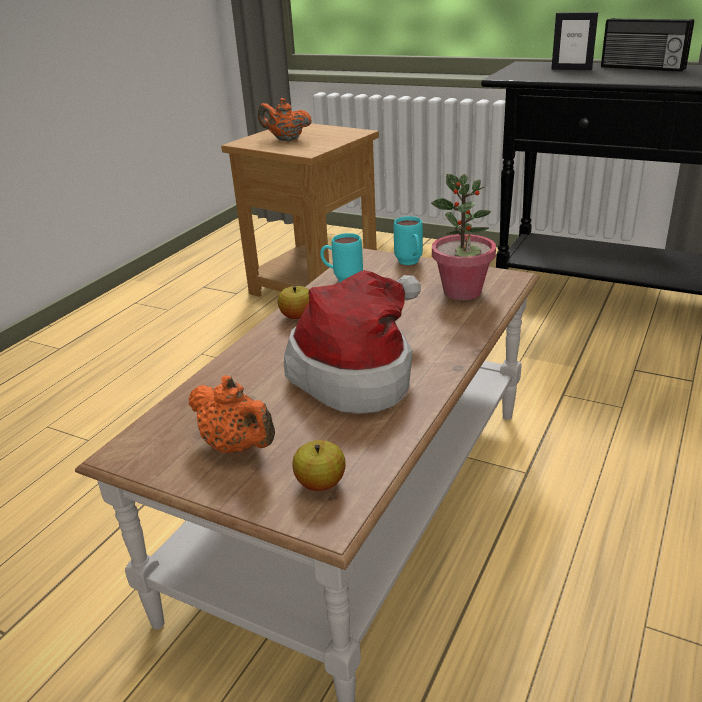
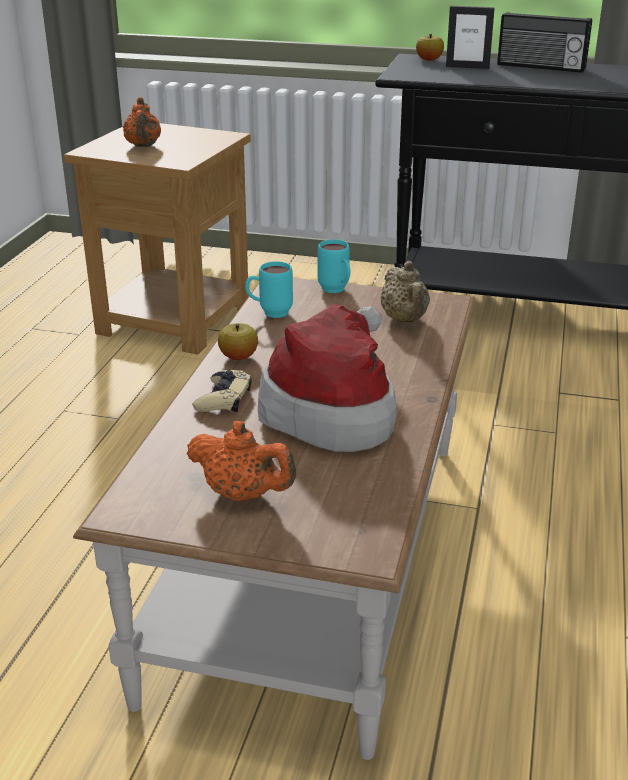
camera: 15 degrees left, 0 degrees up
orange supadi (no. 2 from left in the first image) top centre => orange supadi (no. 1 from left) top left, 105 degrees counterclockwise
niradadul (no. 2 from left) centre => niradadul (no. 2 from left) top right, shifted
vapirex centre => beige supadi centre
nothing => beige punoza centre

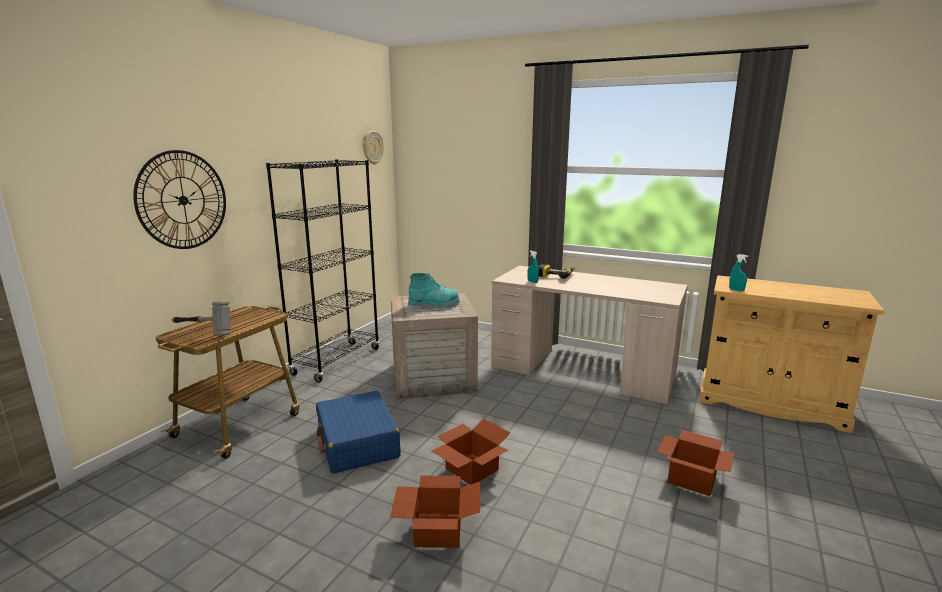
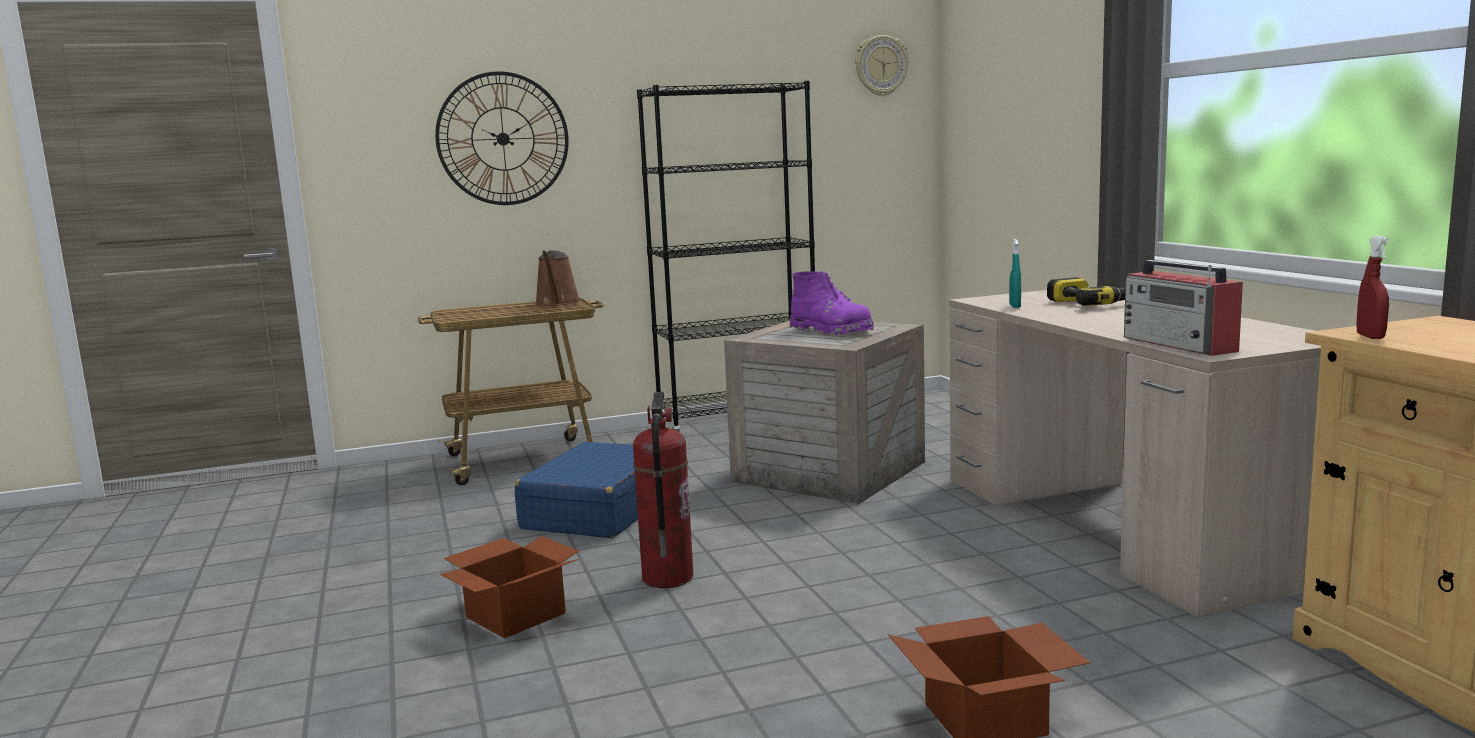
camera: 45 degrees right, 5 degrees down
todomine middle left => nothing
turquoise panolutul centre => purple panolutul centre
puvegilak (no. 2 from left) bottom centre => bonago centre
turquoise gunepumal (no. 2 from left) middle right => red gunepumal middle right
nothing => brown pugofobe centre
nothing => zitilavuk middle right

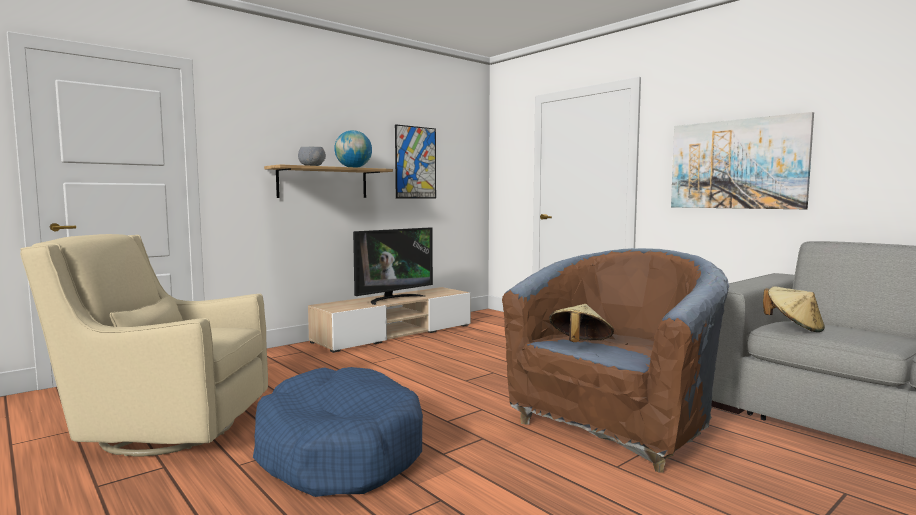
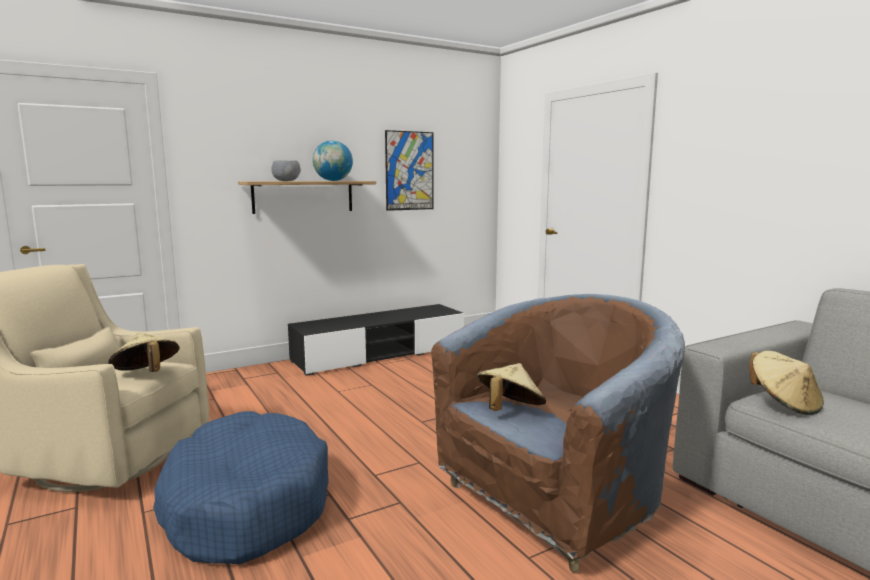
camera: 10 degrees right, 5 degrees up
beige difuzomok centre => black difuzomok centre
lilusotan centre => nothing
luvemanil (no. 2 from left) top right => nothing
nothing => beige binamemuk (no. 1 from left) middle left

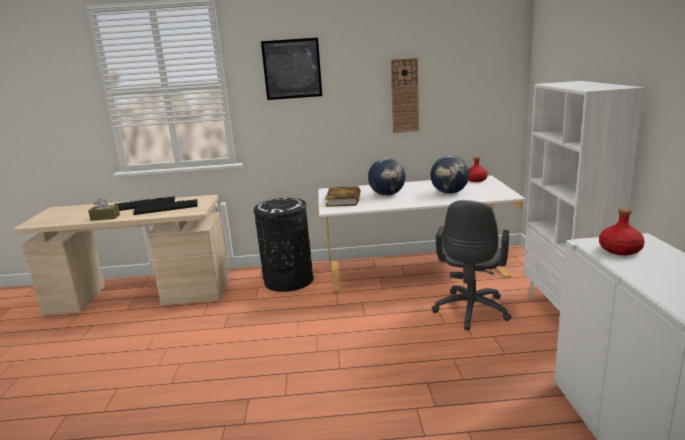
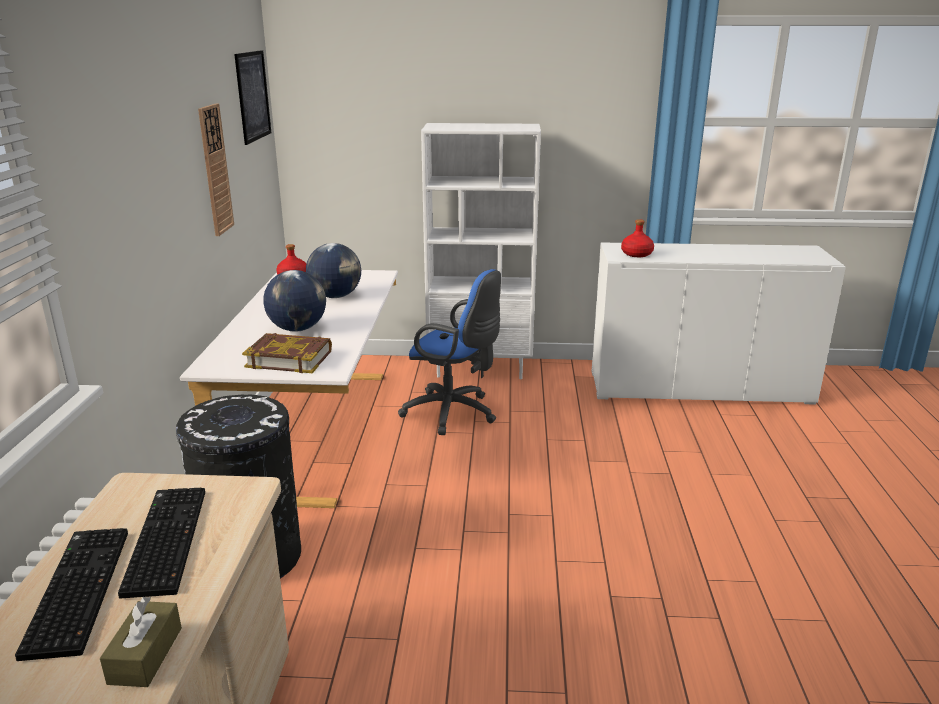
camera: 85 degrees left, 5 degrees up
luvemanil top centre => luvemanil top left, shifted
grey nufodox middle right => blue nufodox centre

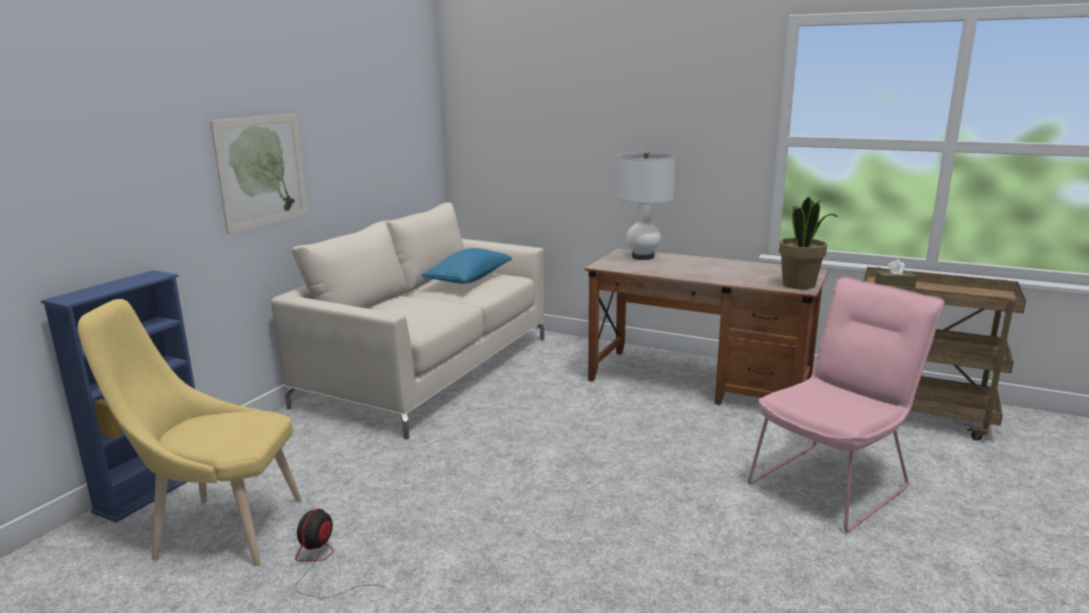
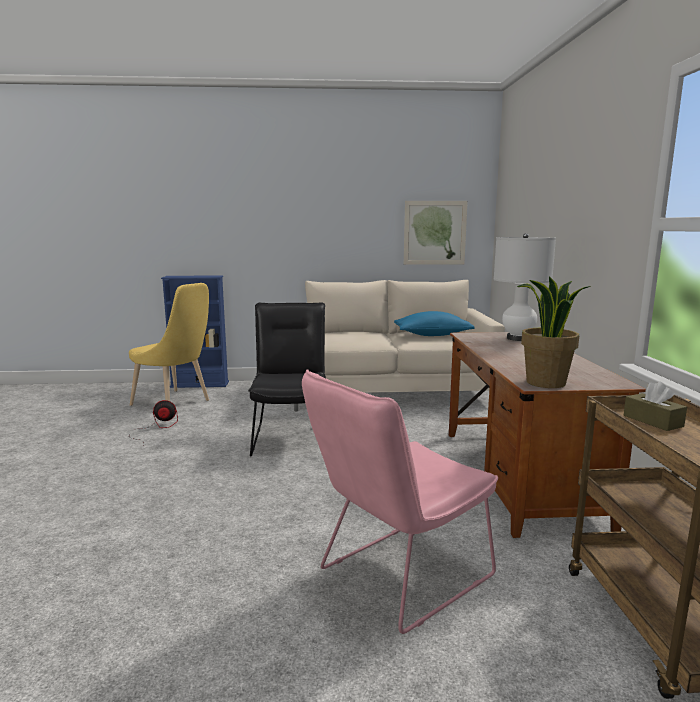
camera: 60 degrees right, 5 degrees down
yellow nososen bottom left => yellow nososen middle left, 150 degrees clockwise
luvemanil top left => luvemanil top centre, shifted
pink nososen middle right => pink nososen bottom centre, 120 degrees clockwise
nothing => black nososen centre

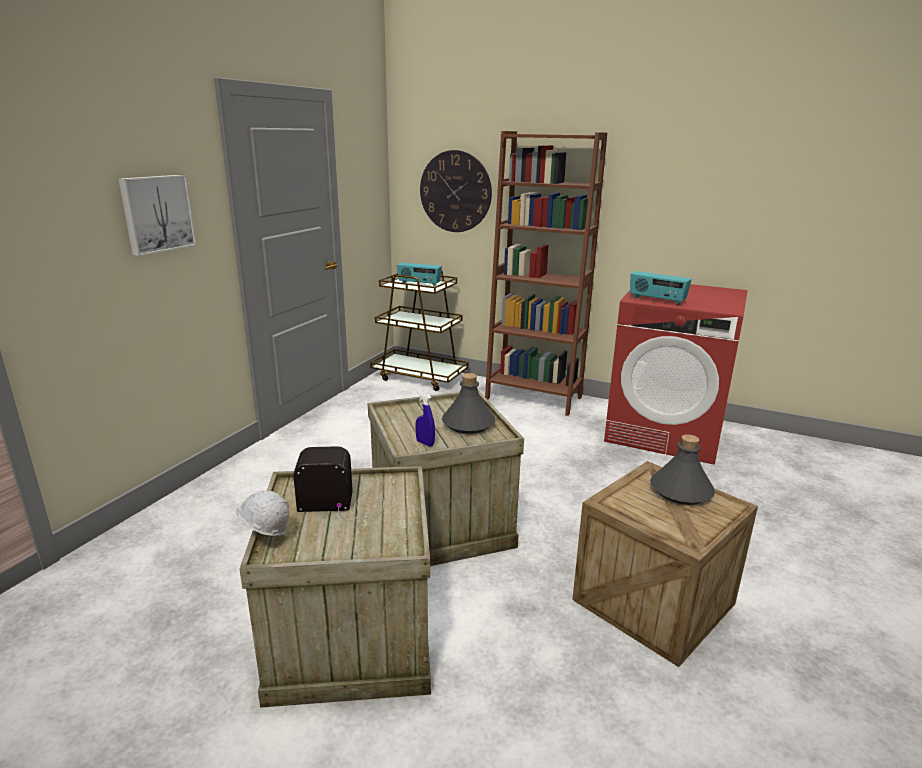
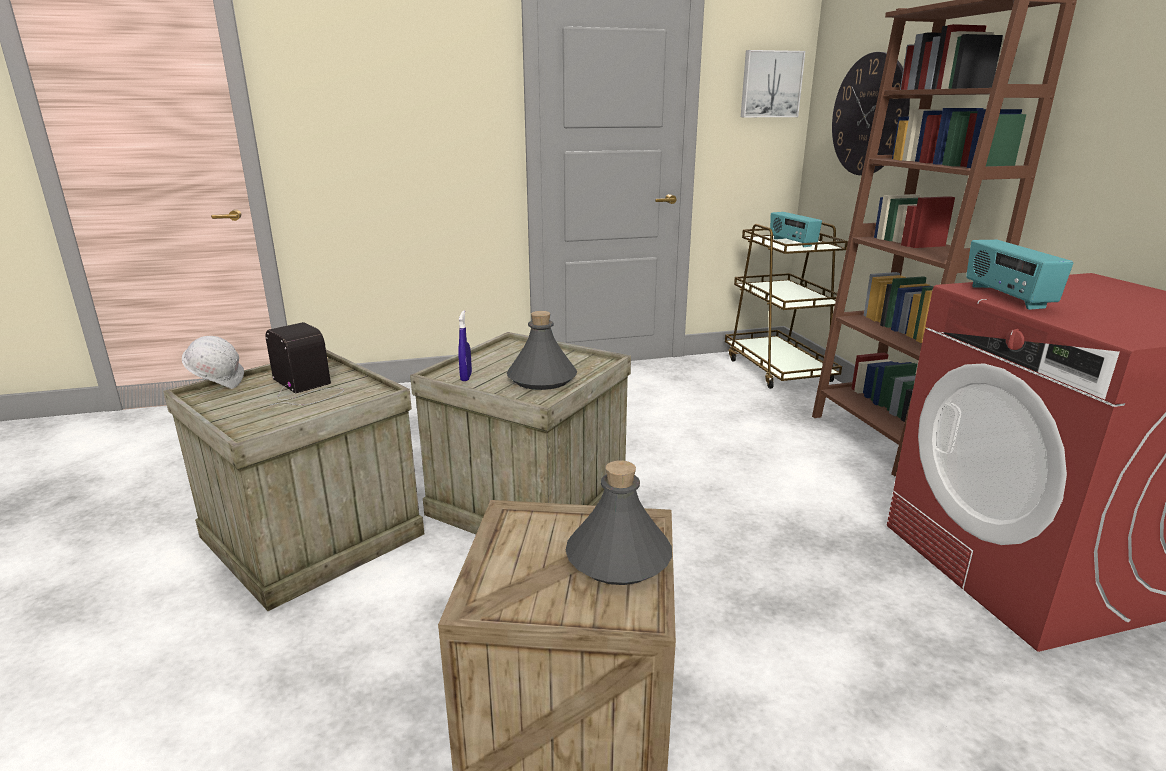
camera: 50 degrees right, 0 degrees up
luvemanil top left => luvemanil top centre, shifted

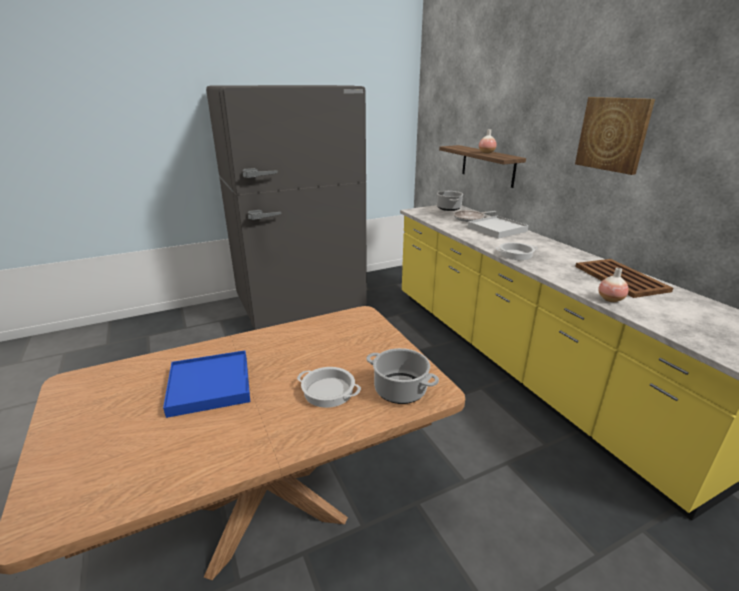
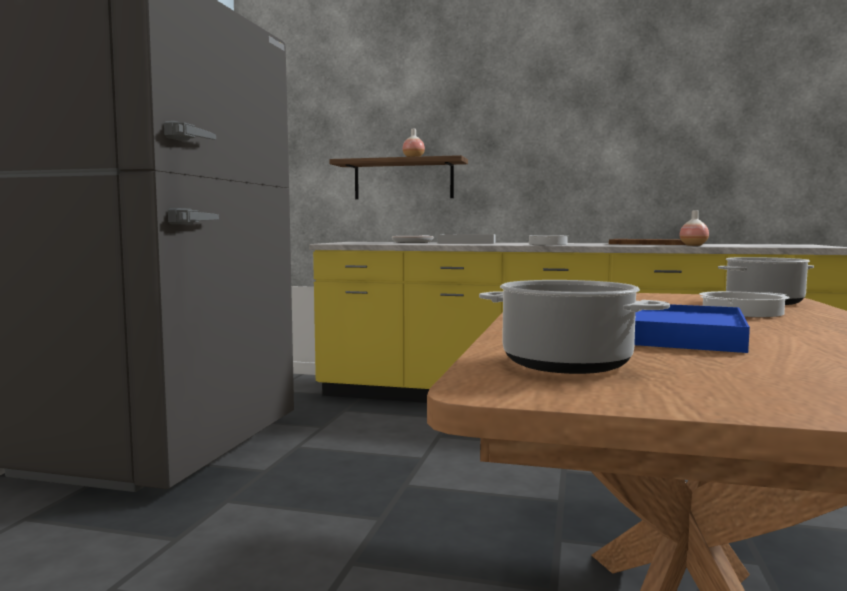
camera: 50 degrees left, 20 degrees down
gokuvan (no. 3 from left in the first image) centre => gokuvan (no. 2 from left) middle right, shifted
luvemanil top right => nothing

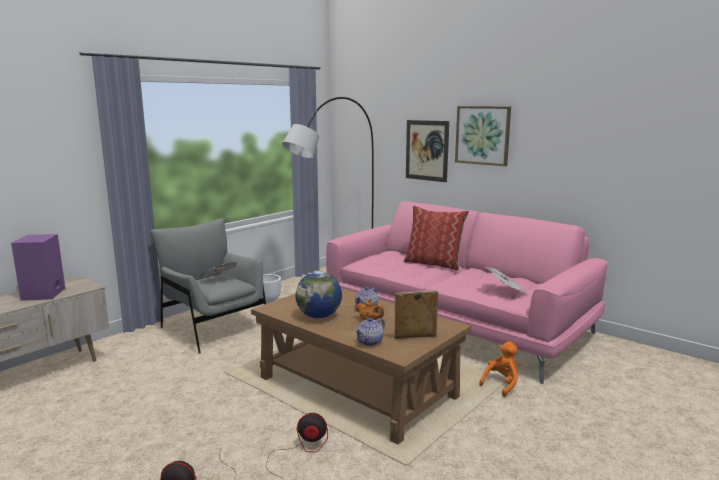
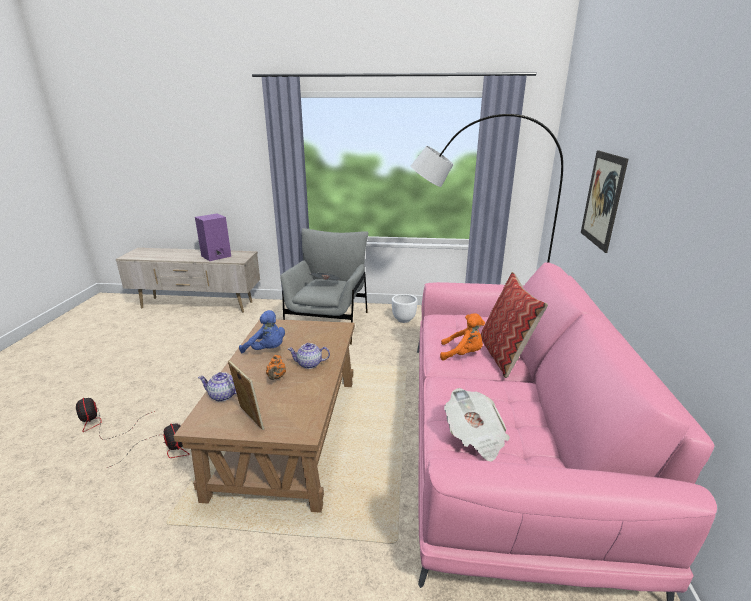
camera: 55 degrees right, 10 degrees up
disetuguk centre => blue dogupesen centre
luvemanil (no. 2 from left) top right => nothing
orange dogupesen bottom right => orange dogupesen centre, shifted

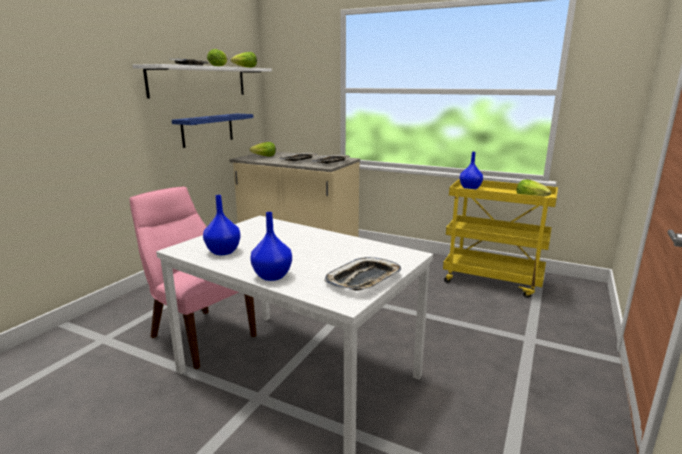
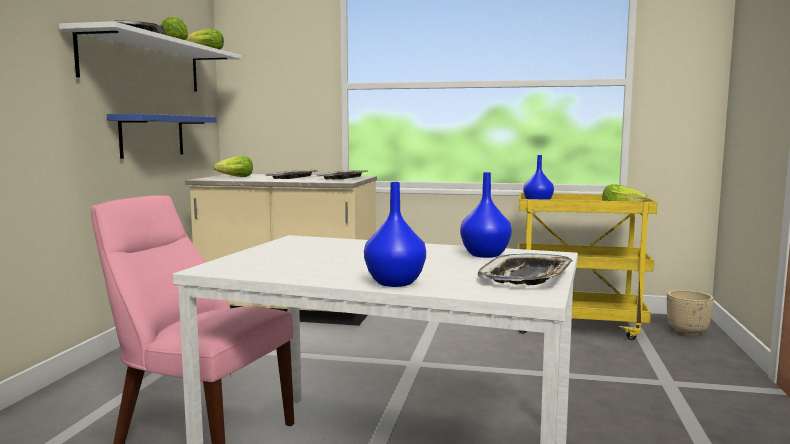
camera: 15 degrees left, 10 degrees down
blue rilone (no. 1 from left in the first image) middle left => blue rilone (no. 2 from left) centre, shifted
nothing => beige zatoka bottom right

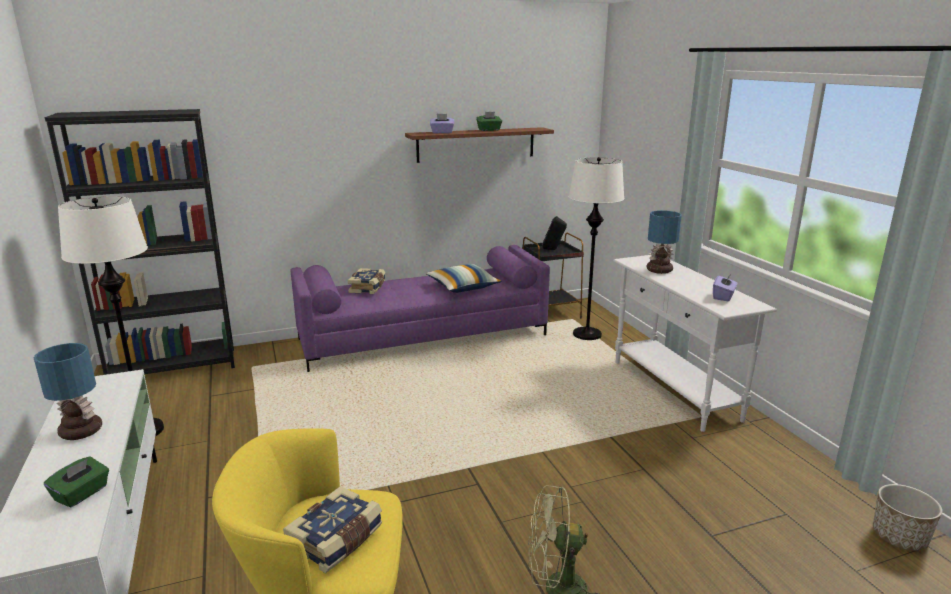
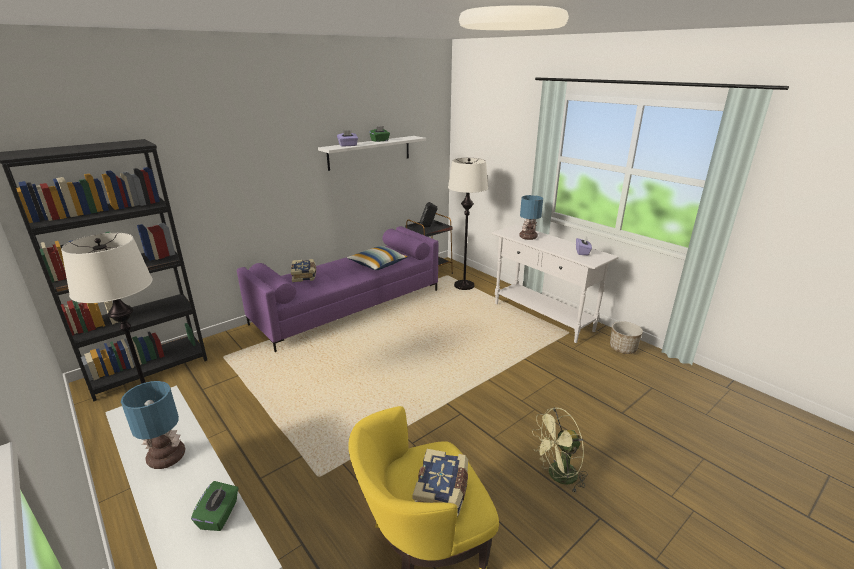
camera: 20 degrees left, 5 degrees up
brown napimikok top centre => white napimikok top centre
zatoka bottom right => zatoka middle right, shifted

